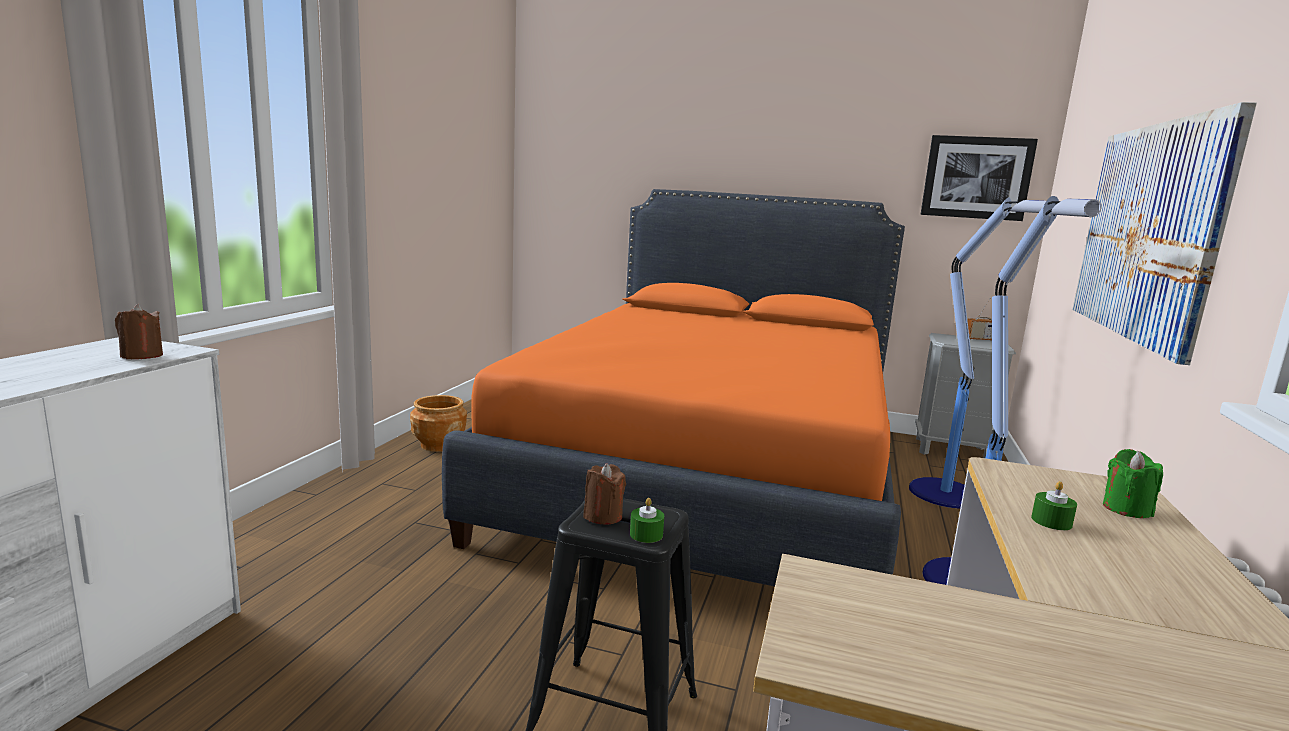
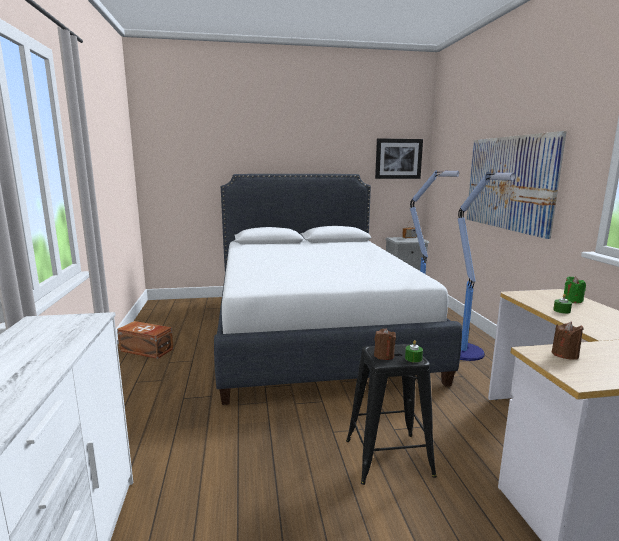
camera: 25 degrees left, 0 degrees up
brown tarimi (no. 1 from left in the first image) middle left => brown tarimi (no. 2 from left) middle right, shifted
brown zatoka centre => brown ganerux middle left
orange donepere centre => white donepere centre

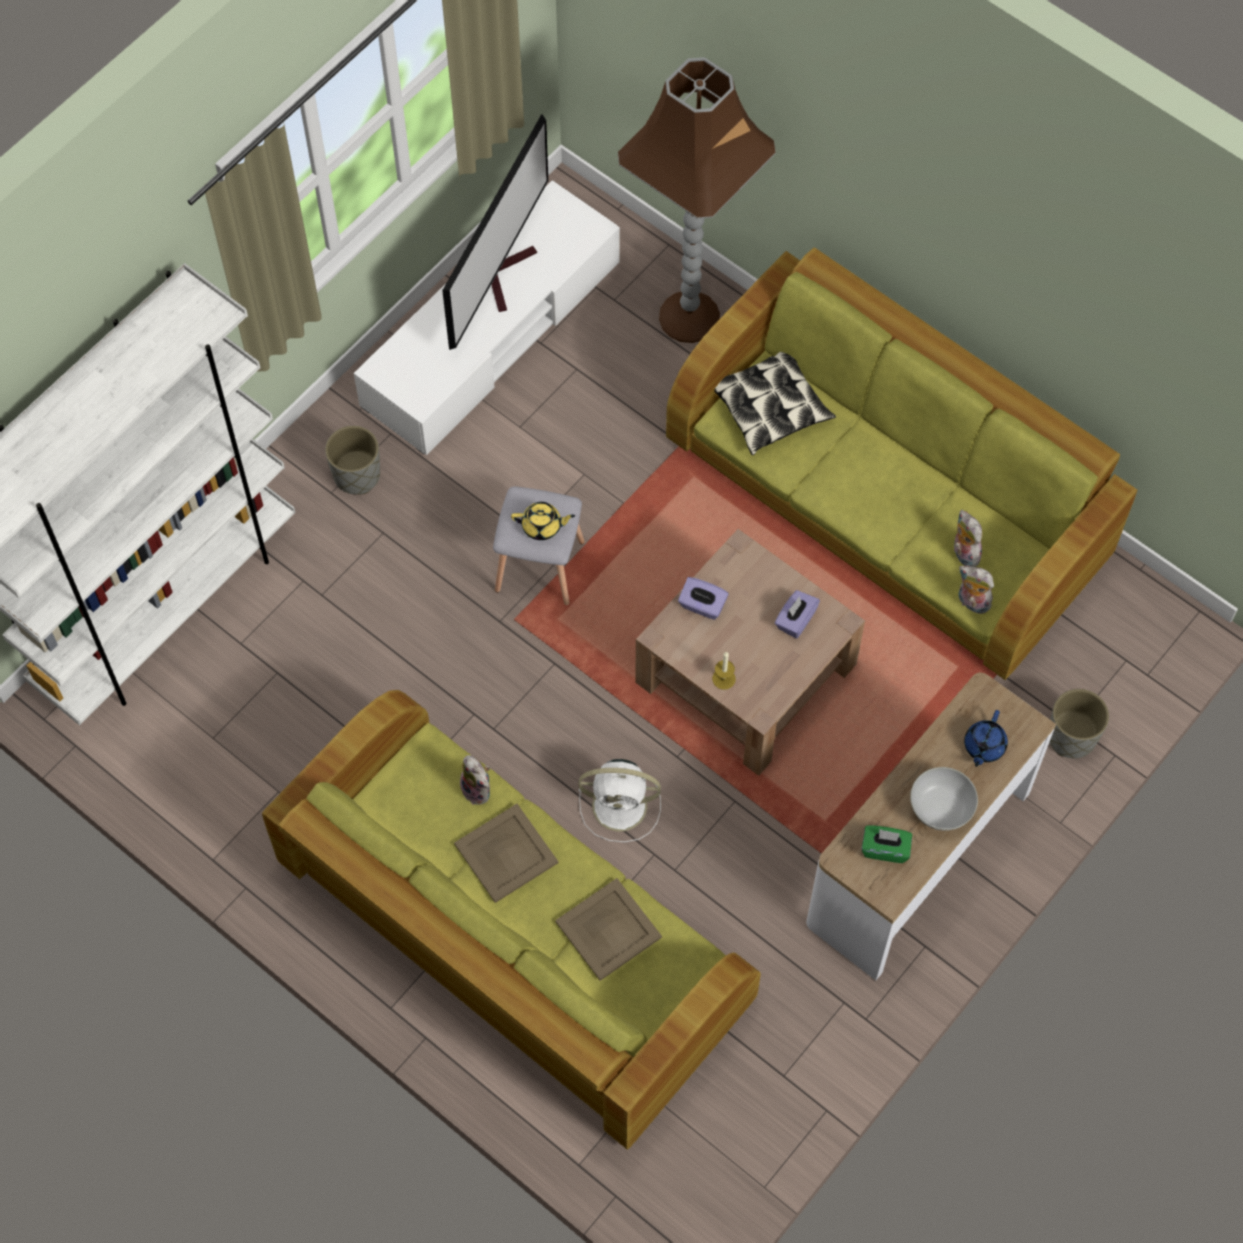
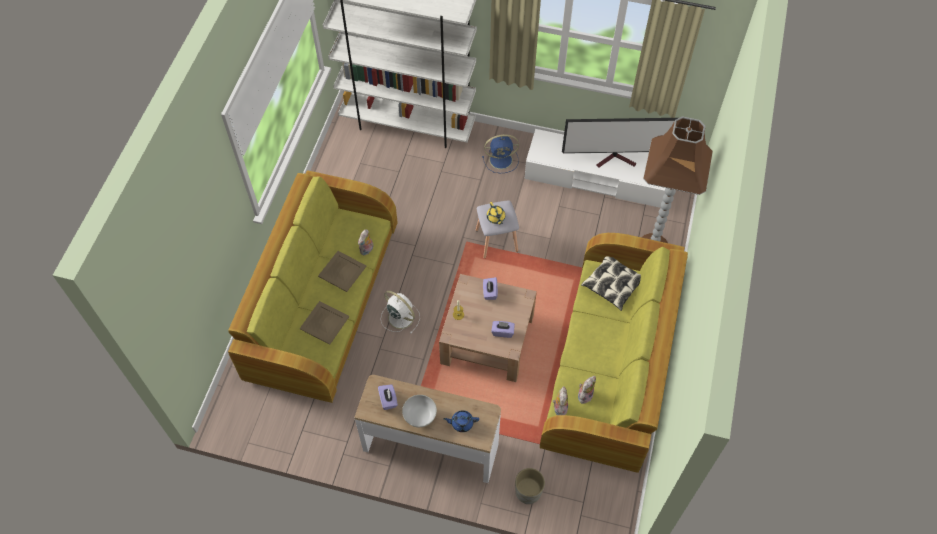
camera: 65 degrees right, 5 degrees down
grey zatoka (no. 1 from left) middle left => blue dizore top centre
white dizore centre, 150 degrees clockwise
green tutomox bottom right => purple tutomox (no. 1 from left) bottom centre

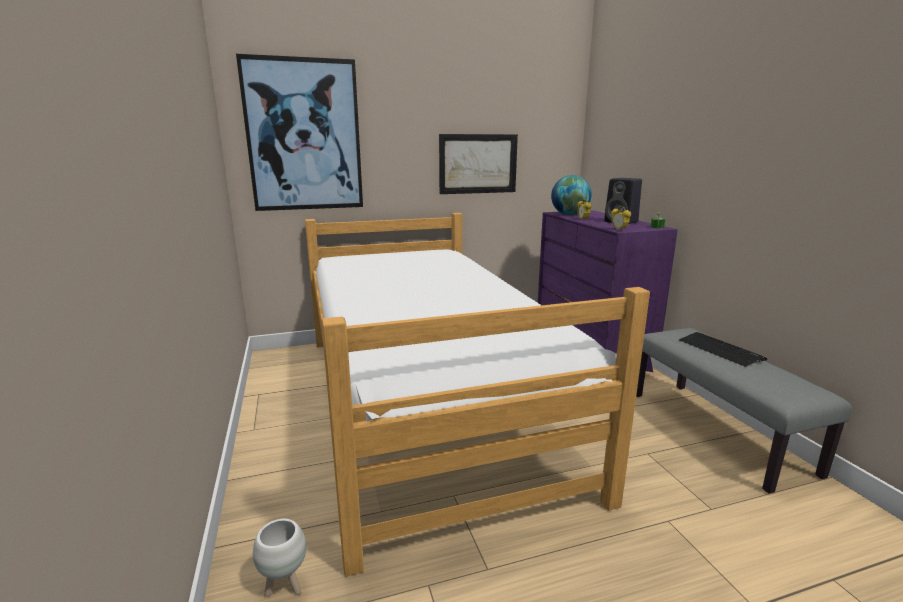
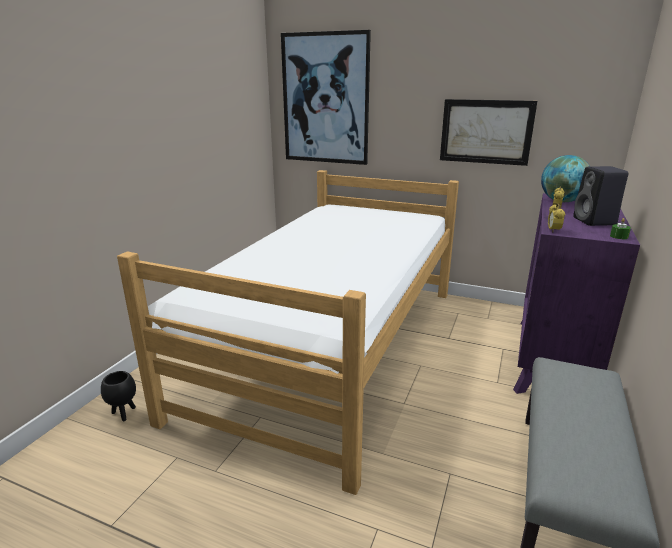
camera: 40 degrees right, 5 degrees up
white zatoka bottom left => black zatoka bottom left
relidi middle right => nothing

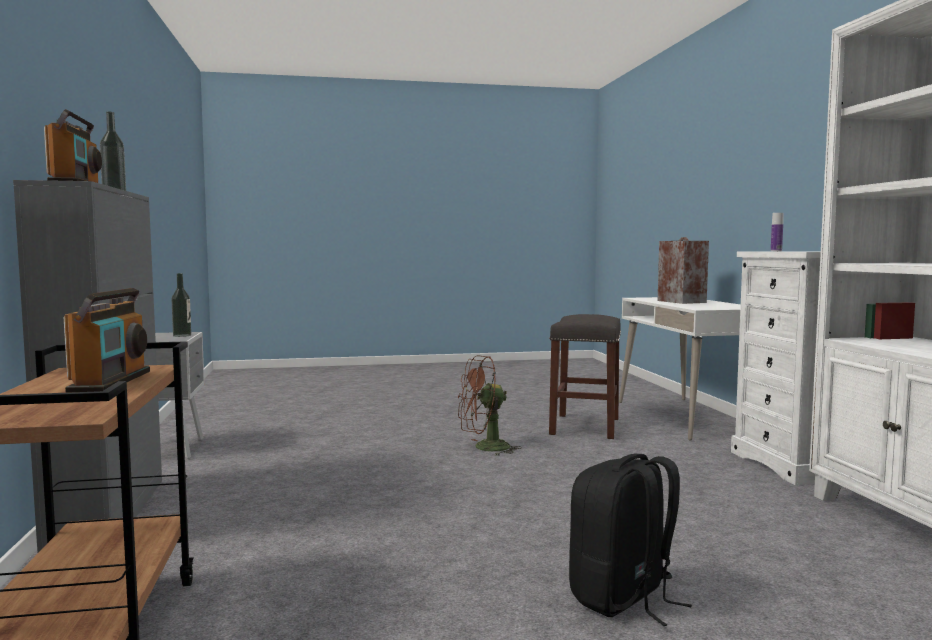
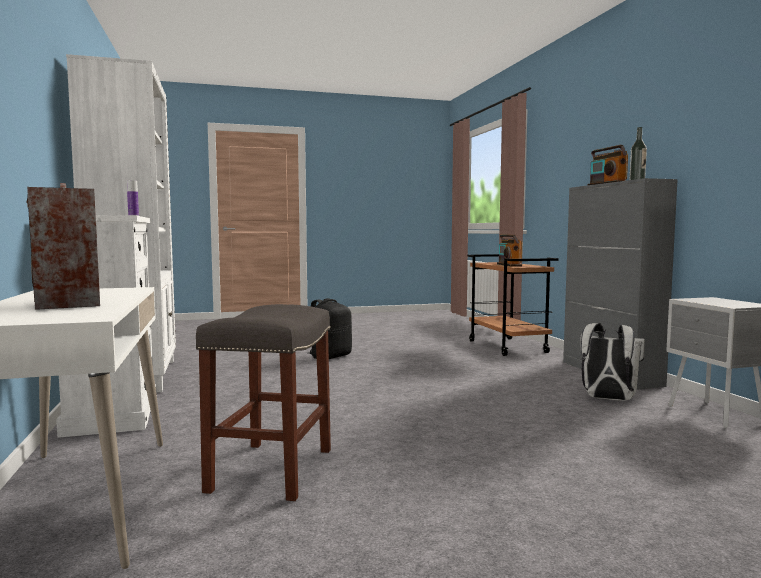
camera: 175 degrees right, 0 degrees up
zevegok (no. 2 from left) middle left => nothing
brown dizore centre => nothing
nothing => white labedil middle right

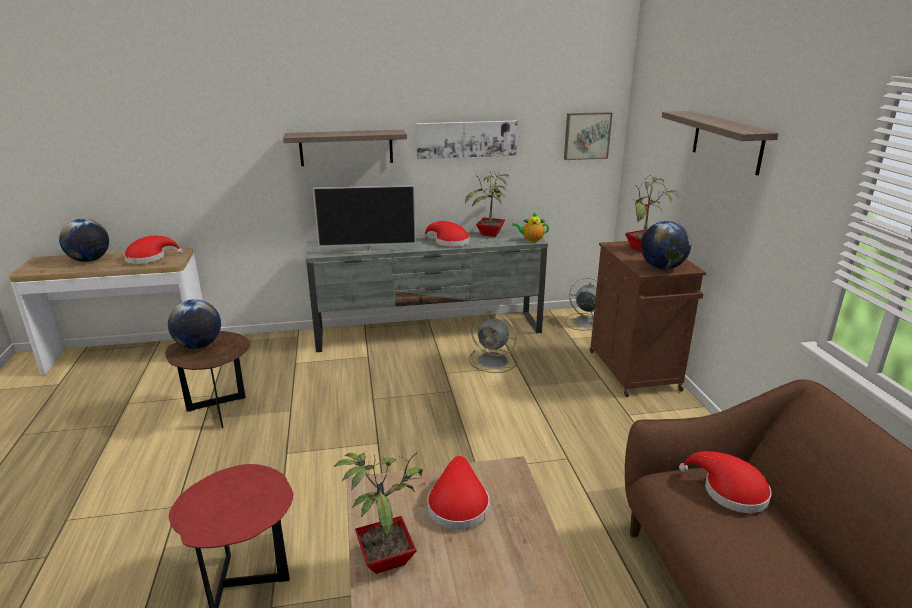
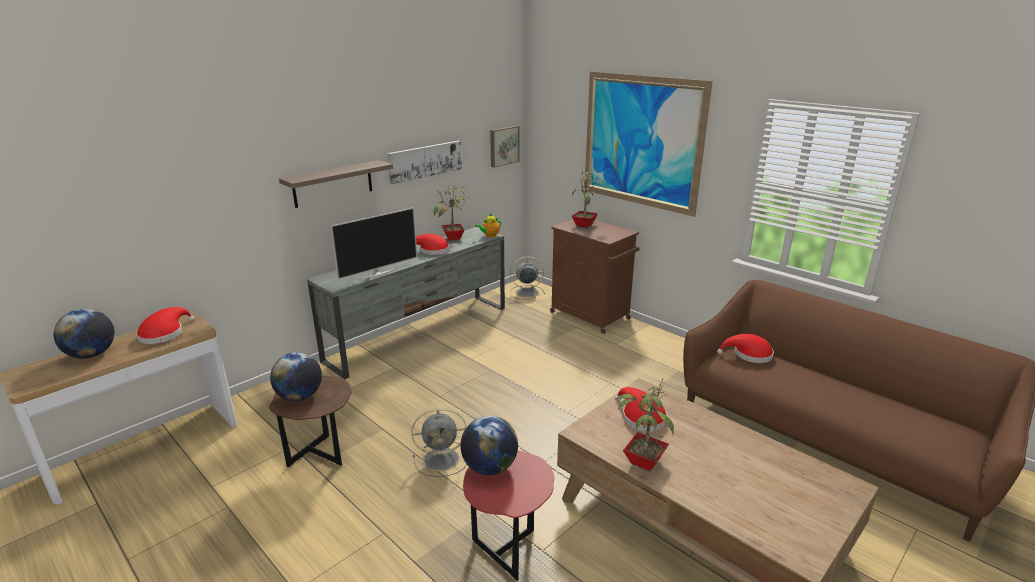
camera: 35 degrees left, 0 degrees up
grey dizore (no. 1 from left) centre => grey dizore (no. 1 from left) bottom centre, shifted
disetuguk (no. 3 from left) middle right => disetuguk (no. 3 from left) bottom centre, shifted
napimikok (no. 2 from left) top right => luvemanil (no. 3 from left) top centre

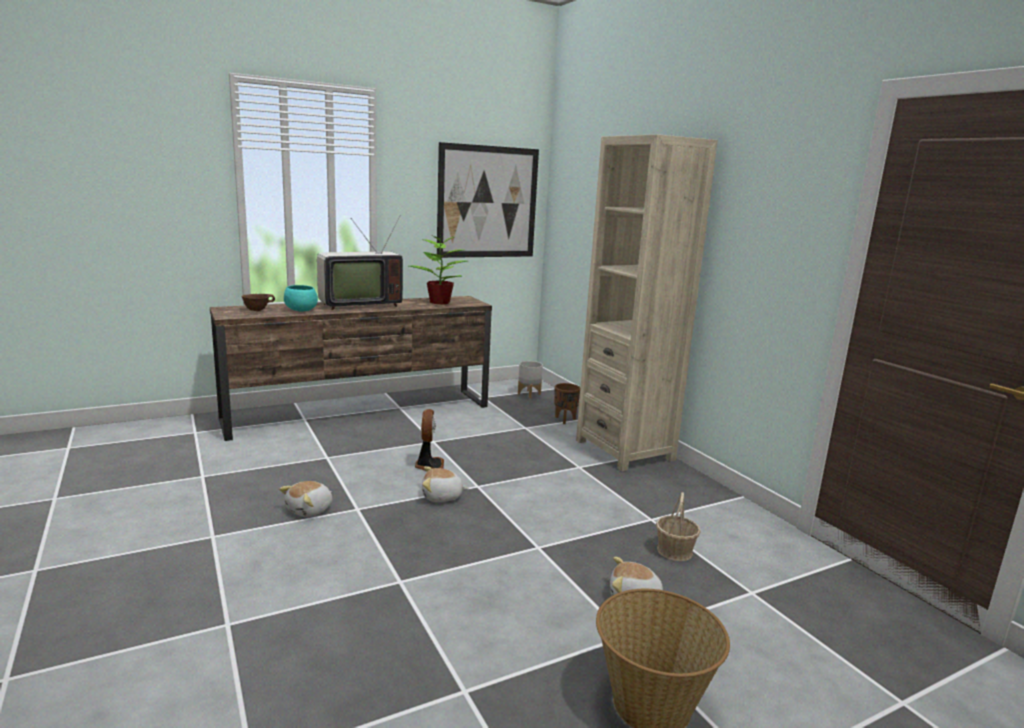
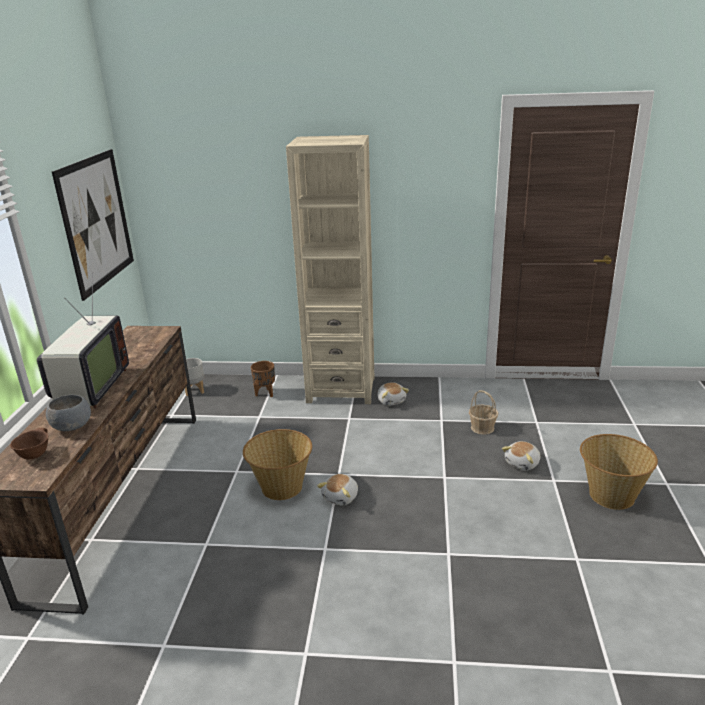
camera: 55 degrees left, 10 degrees up
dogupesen (no. 1 from left in the first image) bottom left => dogupesen (no. 2 from left) centre, shifted
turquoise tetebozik middle left => grey tetebozik middle left
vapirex centre => nothing
dizore centre => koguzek (no. 1 from left) centre

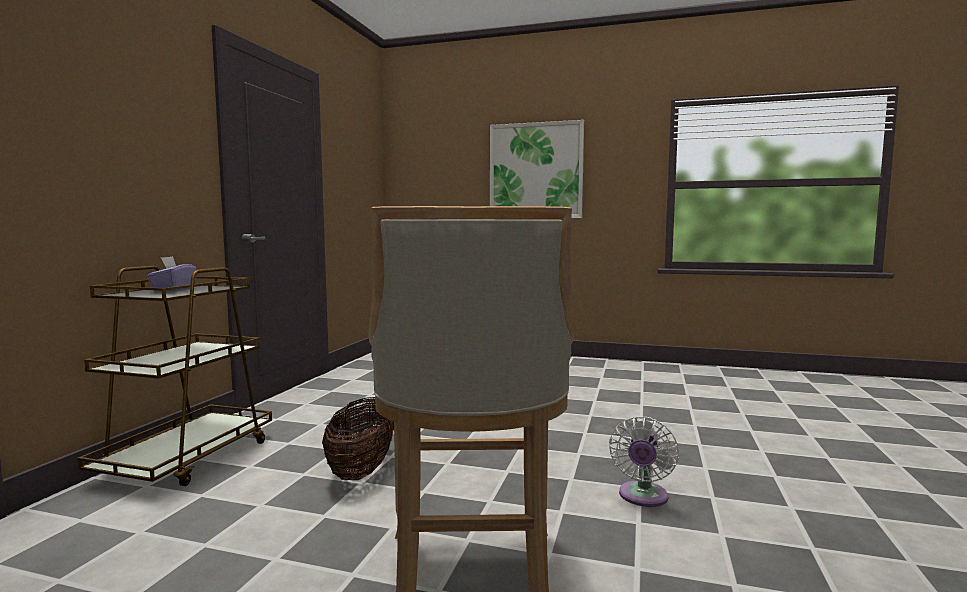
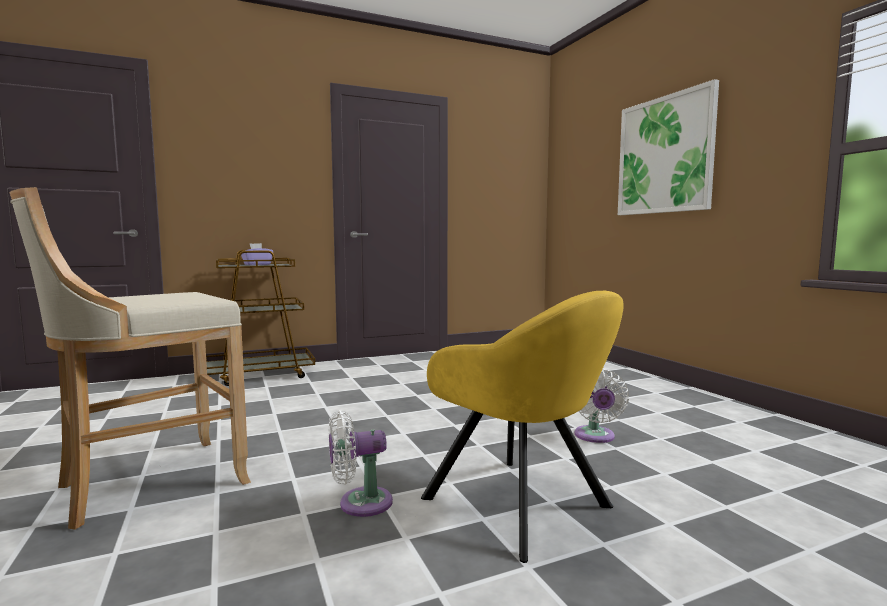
camera: 50 degrees right, 0 degrees up
koguzek bottom centre => nothing
nothing => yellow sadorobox bottom centre
nothing => white dizore (no. 2 from left) bottom right

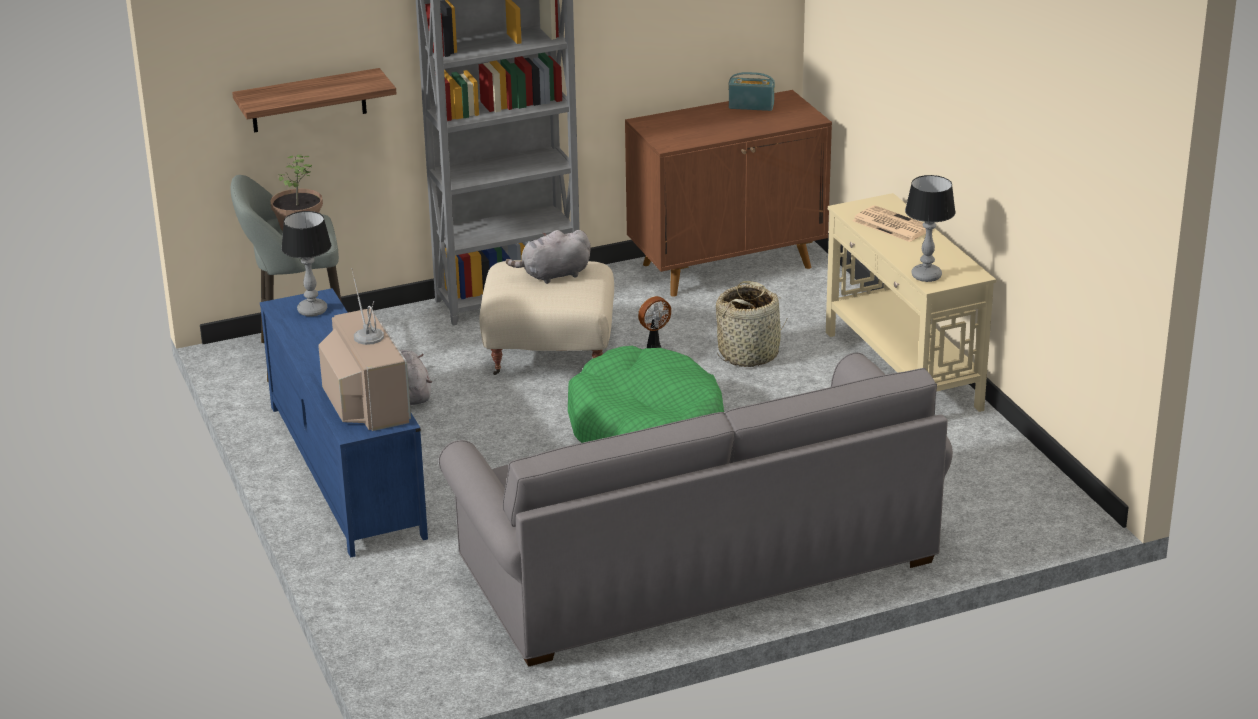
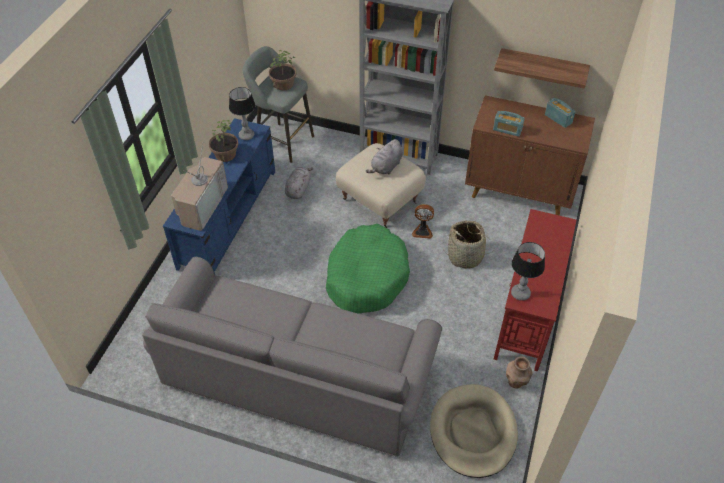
camera: 40 degrees right, 20 degrees up
napimikok top left => napimikok top right, shifted
grey dogupesen (no. 2 from left) centre => grey dogupesen (no. 2 from left) top centre, 75 degrees counterclockwise
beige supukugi middle right => red supukugi middle right
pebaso top right => nothing
nothing => vapirex (no. 1 from left) top left
nothing => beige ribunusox bottom centre
nothing => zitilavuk (no. 1 from left) top right
nothing => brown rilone bottom right

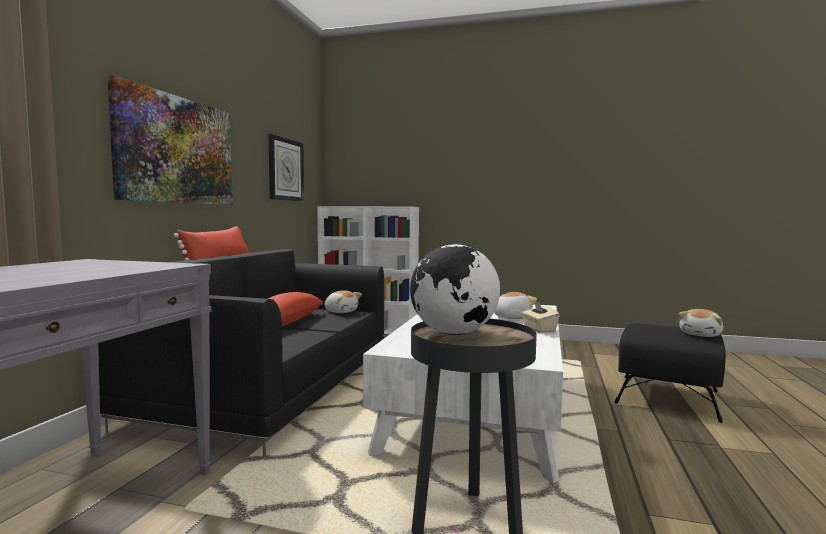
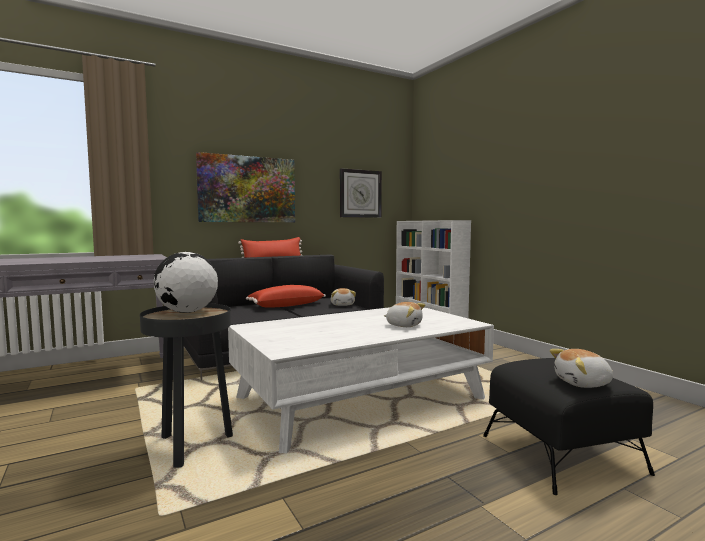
camera: 45 degrees right, 0 degrees up
beige tutomox centre => nothing

